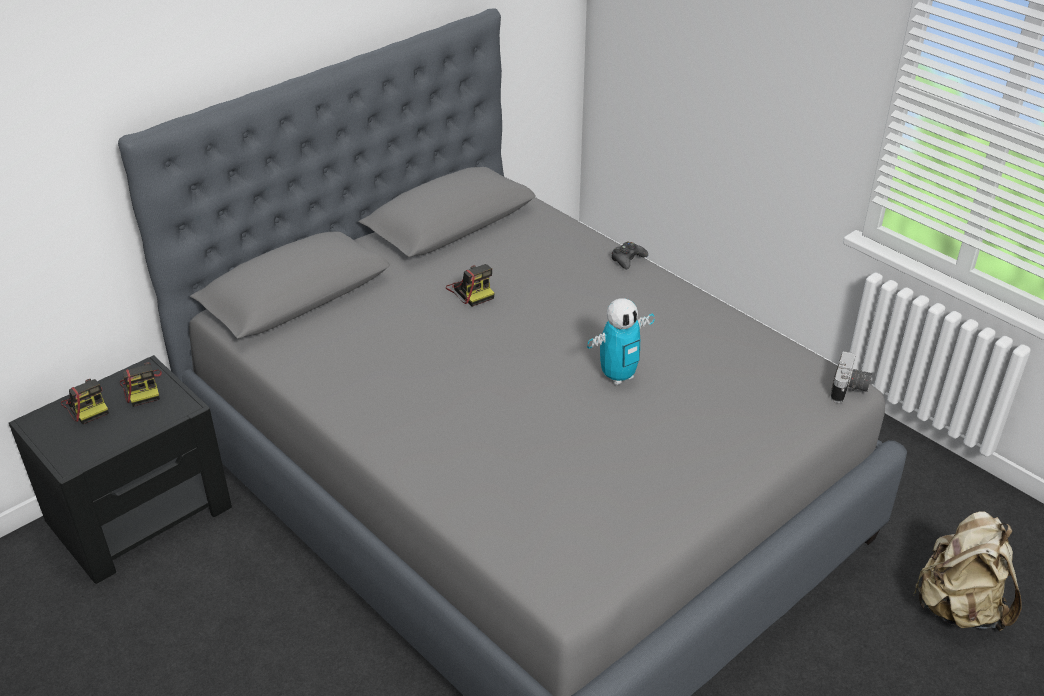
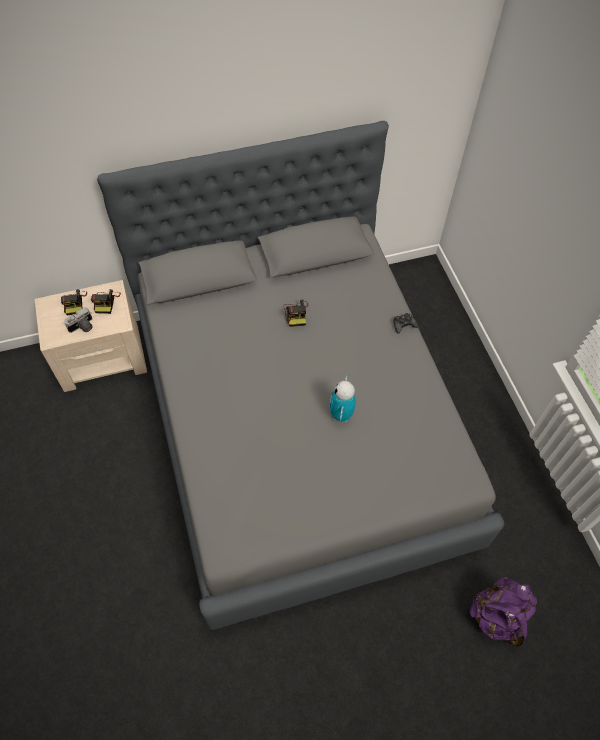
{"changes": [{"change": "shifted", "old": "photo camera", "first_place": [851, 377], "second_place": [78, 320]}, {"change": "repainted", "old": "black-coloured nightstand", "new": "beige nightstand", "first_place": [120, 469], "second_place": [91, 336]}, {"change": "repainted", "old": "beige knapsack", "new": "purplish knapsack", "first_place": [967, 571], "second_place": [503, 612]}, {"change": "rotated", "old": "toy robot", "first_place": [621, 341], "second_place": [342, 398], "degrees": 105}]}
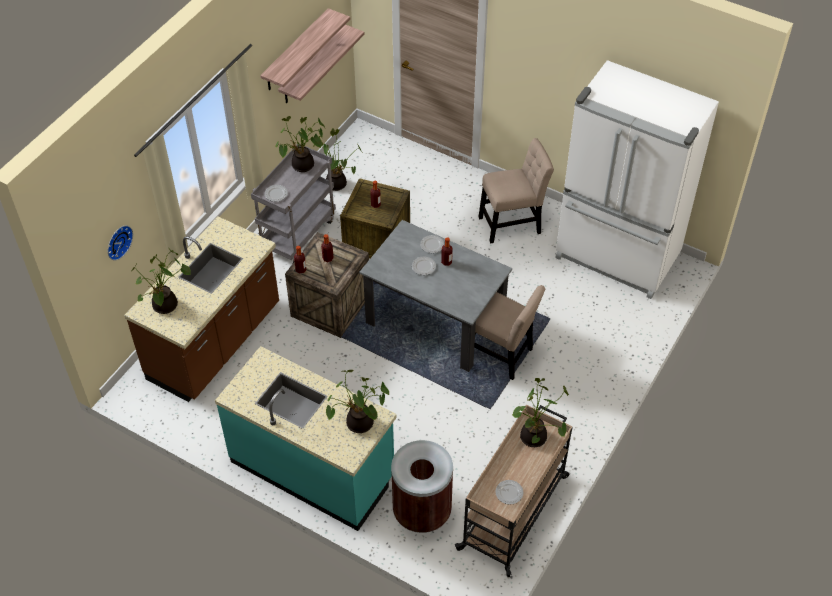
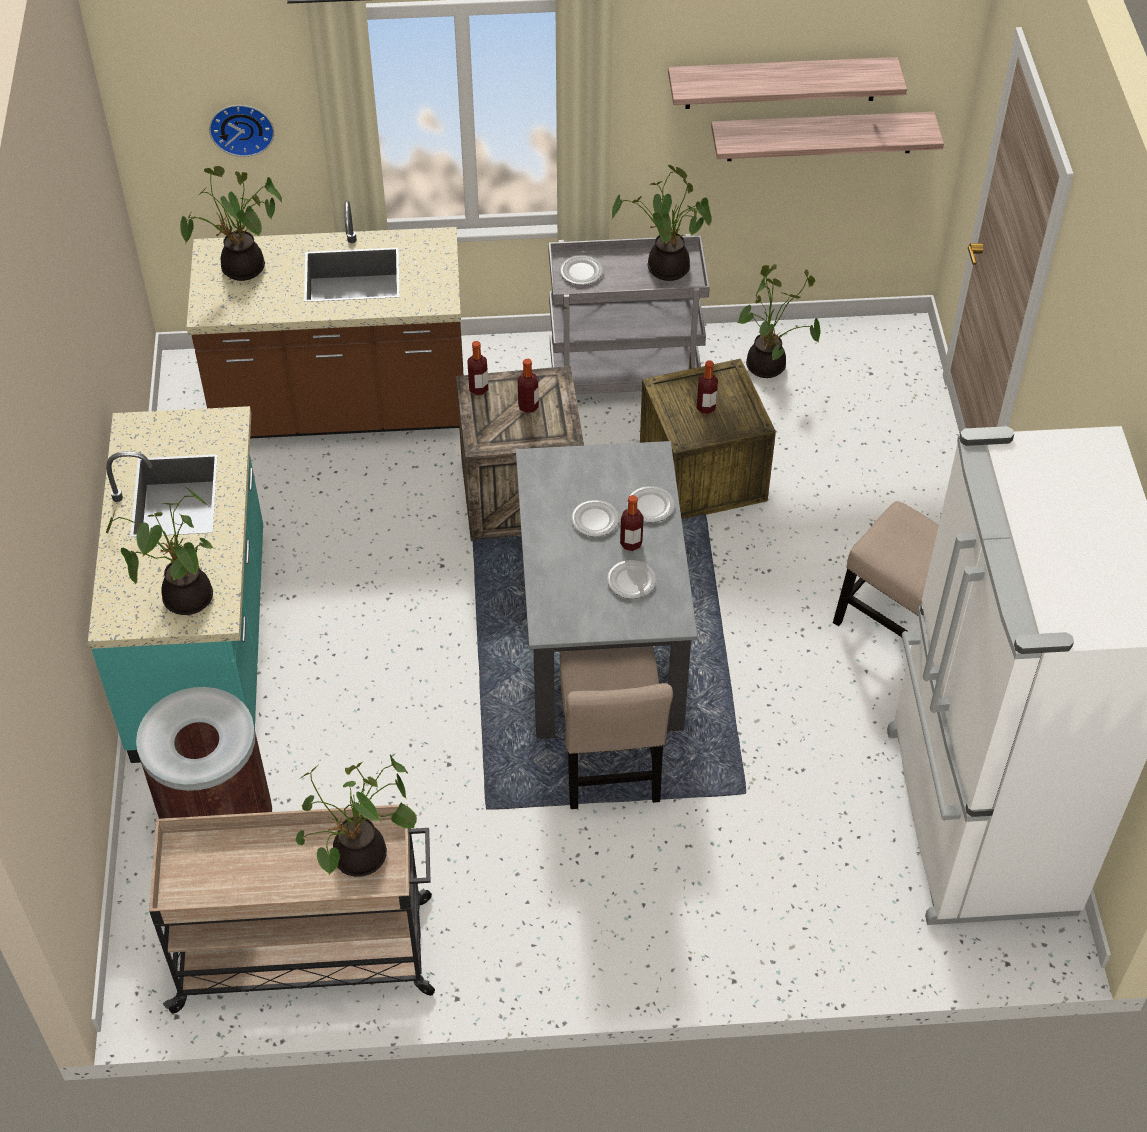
{"changes": [{"change": "shifted", "old": "flat dish", "first_place": [509, 492], "second_place": [631, 579]}]}
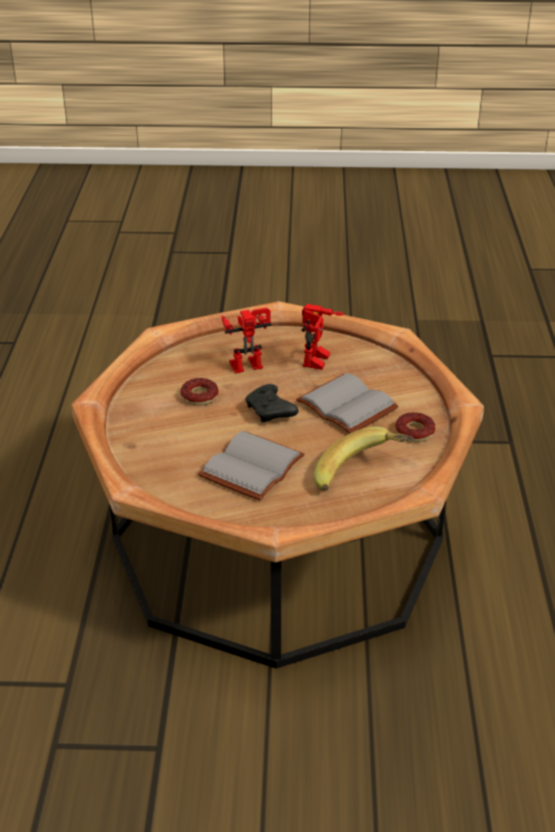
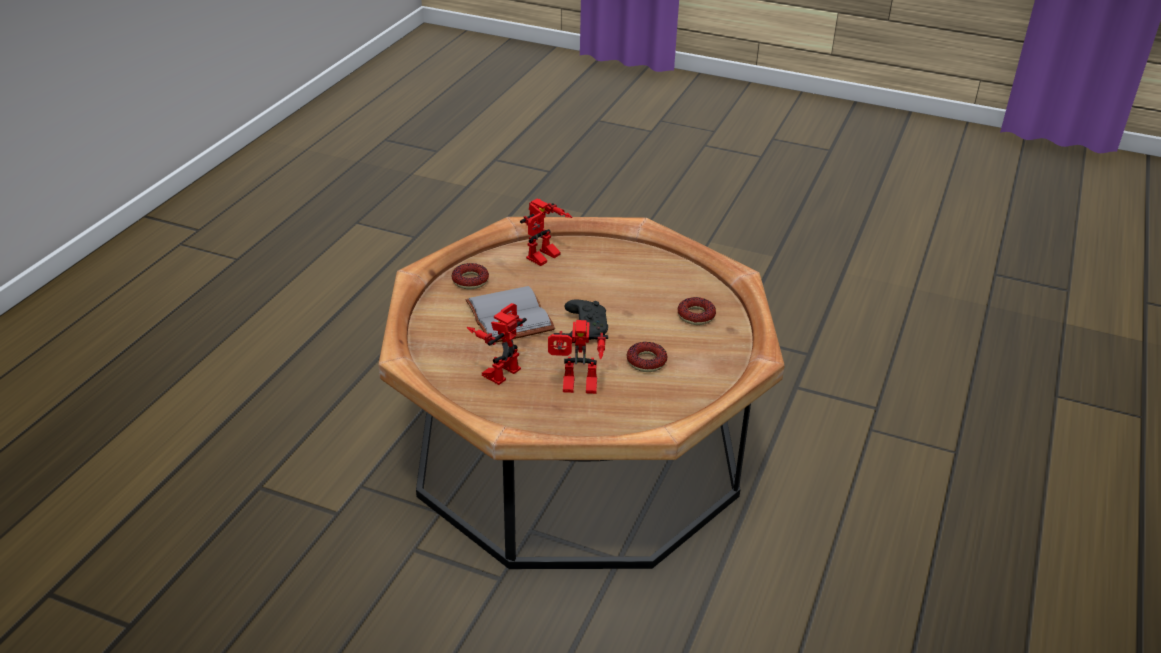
{"changes": [{"change": "gone", "old": "greyish volume", "first_place": [251, 466]}, {"change": "new", "new": "ring doughnut", "second_place": [697, 311]}, {"change": "swapped", "old": "banana fruit", "new": "toy robot", "first_place": [364, 459], "second_place": [546, 232]}]}
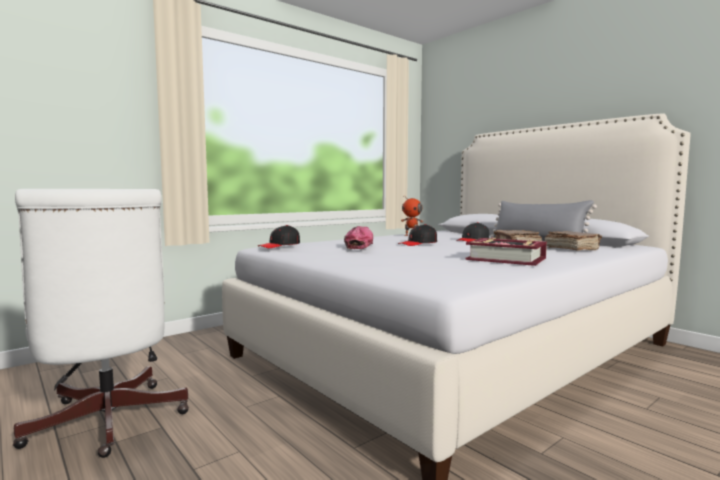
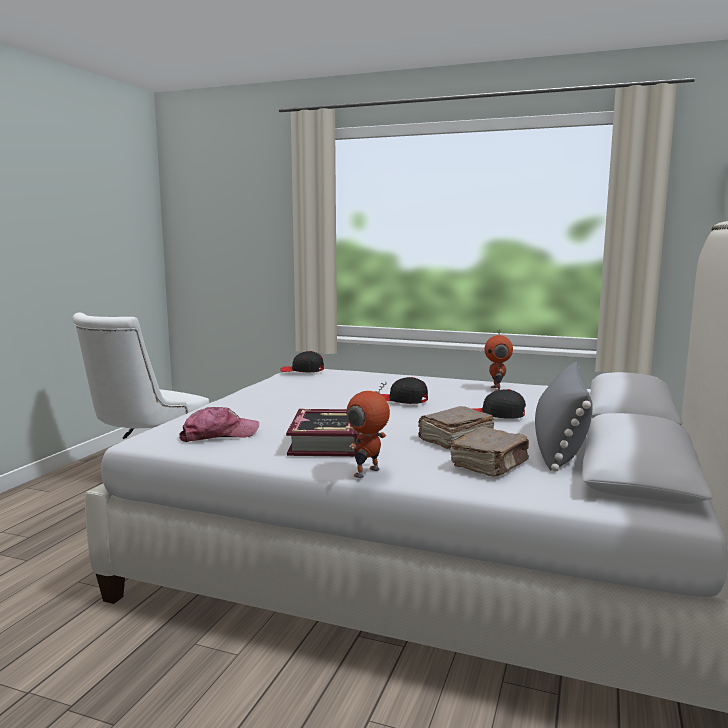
{"changes": [{"change": "new", "new": "toy robot", "second_place": [368, 430]}, {"change": "shifted", "old": "baseball cap", "first_place": [358, 237], "second_place": [219, 424]}]}
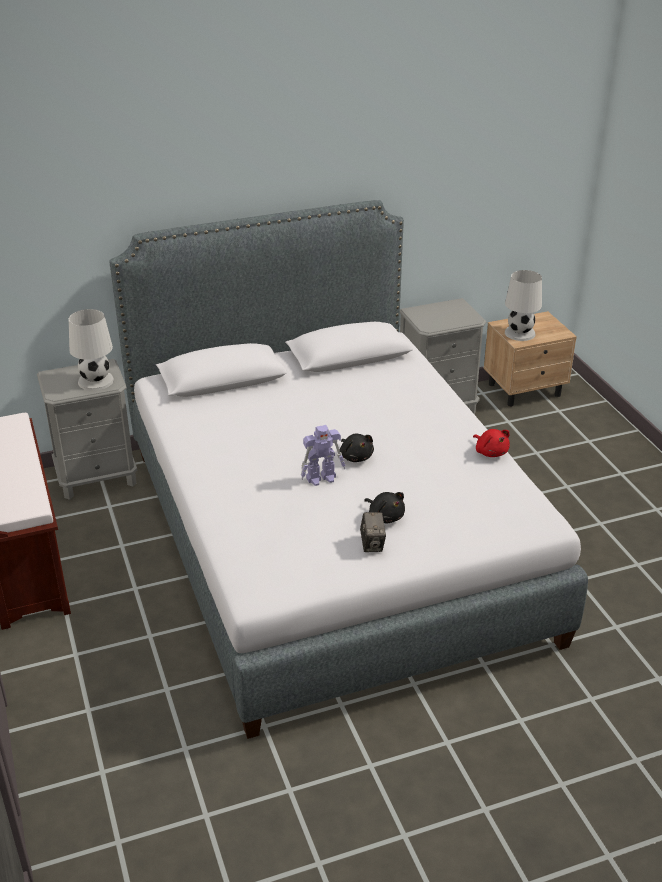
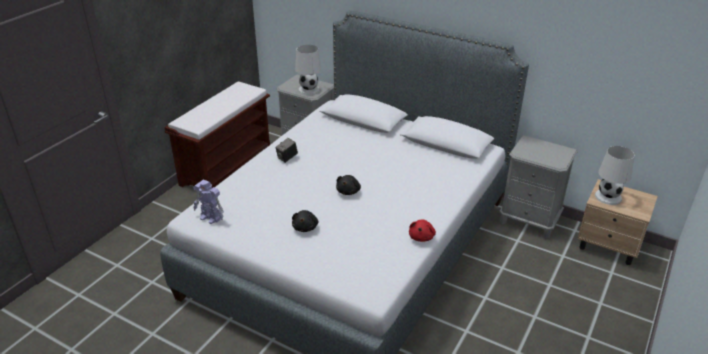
{"changes": [{"change": "shifted", "old": "toy robot", "first_place": [323, 455], "second_place": [208, 201]}, {"change": "shifted", "old": "photo camera", "first_place": [373, 532], "second_place": [287, 150]}]}
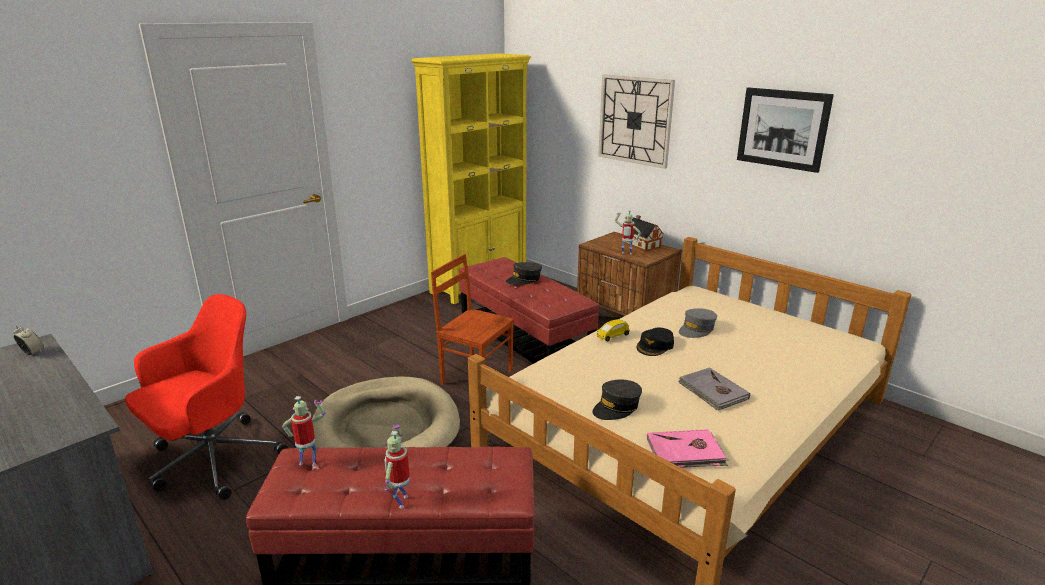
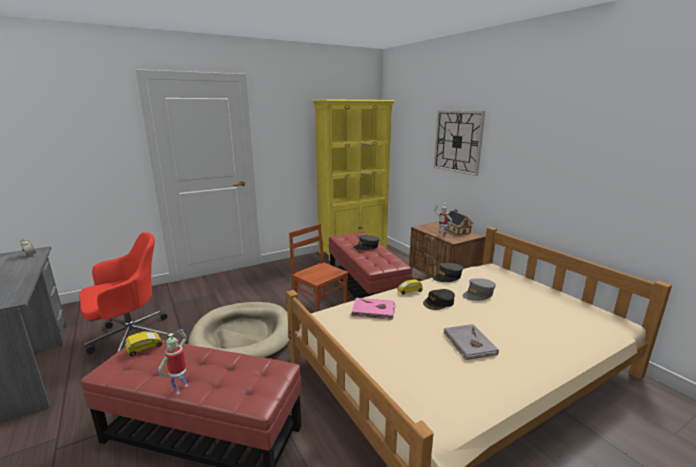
{"changes": [{"change": "gone", "old": "wall art", "first_place": [785, 130]}, {"change": "shifted", "old": "greyish baseball cap", "first_place": [617, 399], "second_place": [448, 272]}, {"change": "shifted", "old": "pinkish volume", "first_place": [687, 448], "second_place": [373, 309]}, {"change": "swapped", "old": "toy robot", "new": "yellow-coloured toy car", "first_place": [303, 431], "second_place": [144, 343]}]}
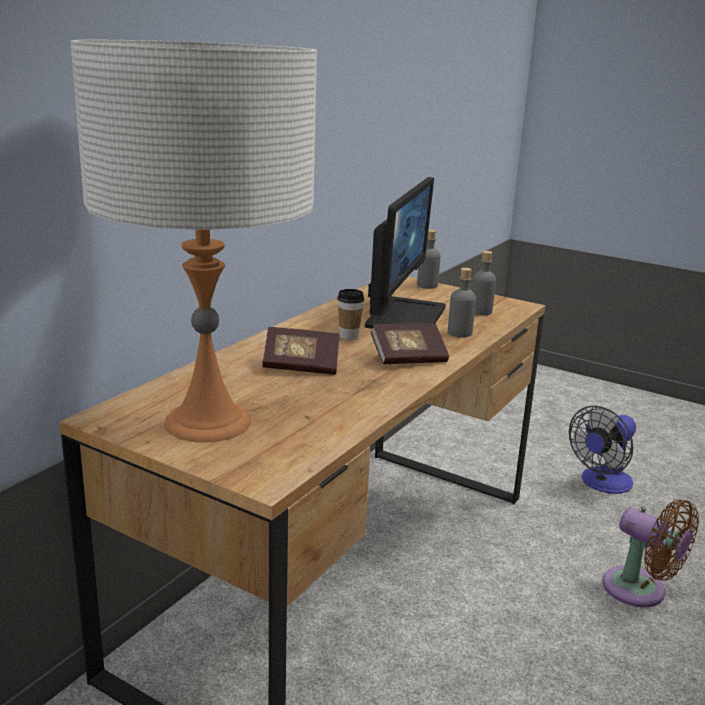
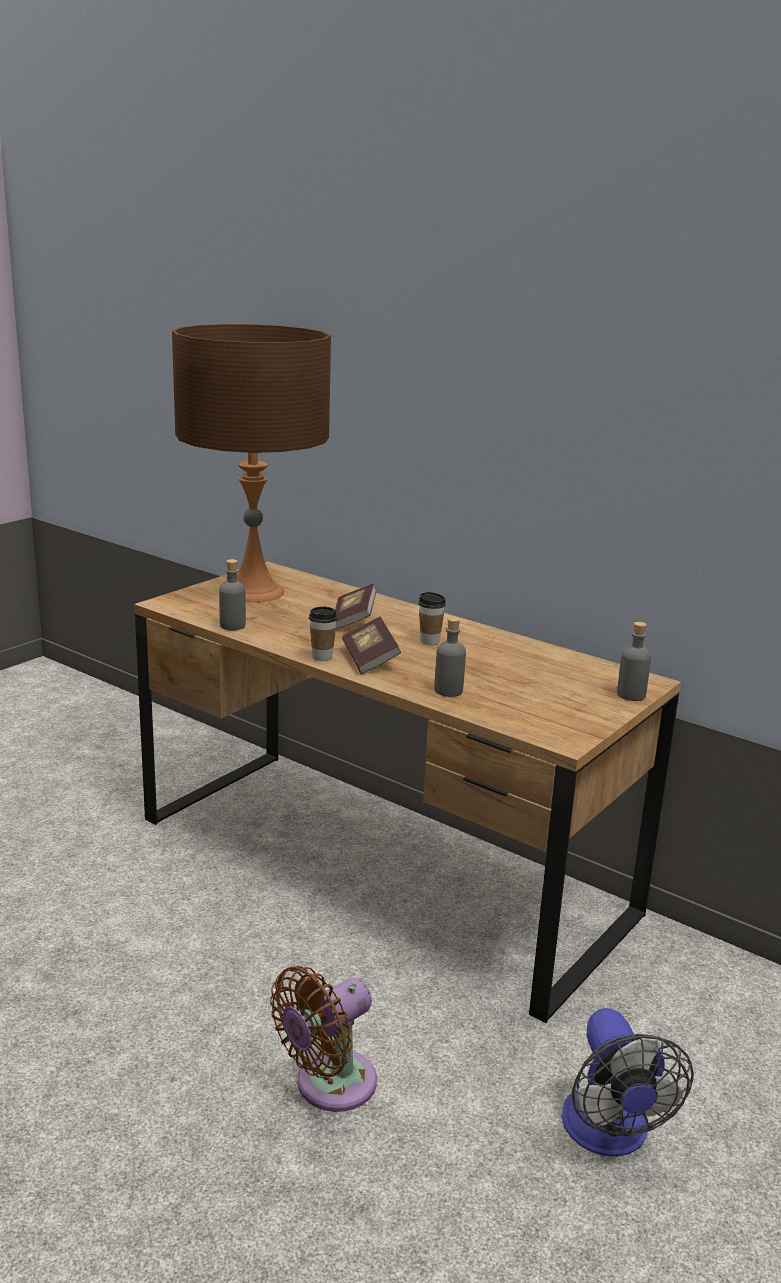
{"changes": [{"change": "gone", "old": "computer display", "first_place": [405, 253]}, {"change": "new", "new": "cup", "second_place": [323, 634]}, {"change": "shifted", "old": "greyish beverage bottle", "first_place": [483, 283], "second_place": [232, 594]}, {"change": "repainted", "old": "whitish tabletop lamp", "new": "brownish tabletop lamp", "first_place": [193, 241], "second_place": [251, 463]}, {"change": "rotated", "old": "fan", "first_place": [602, 450], "second_place": [628, 1082], "degrees": -150}]}
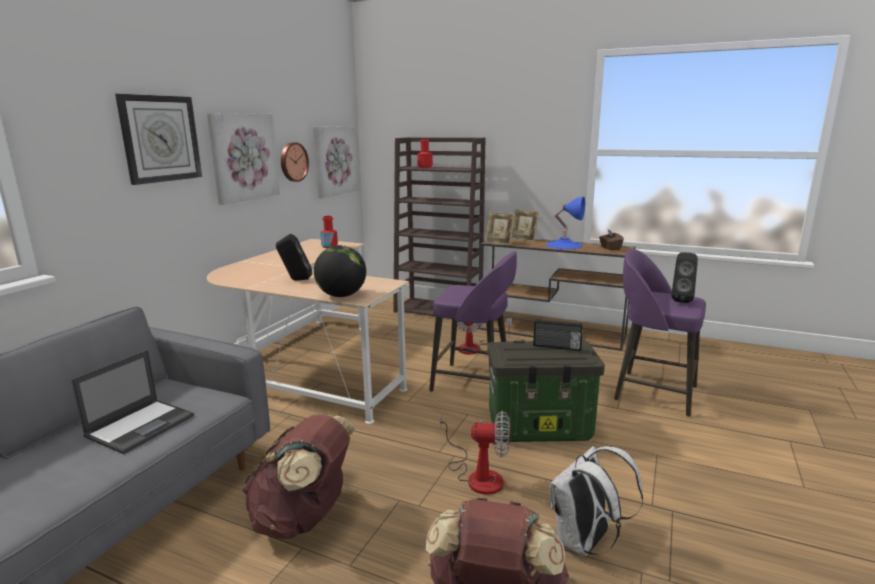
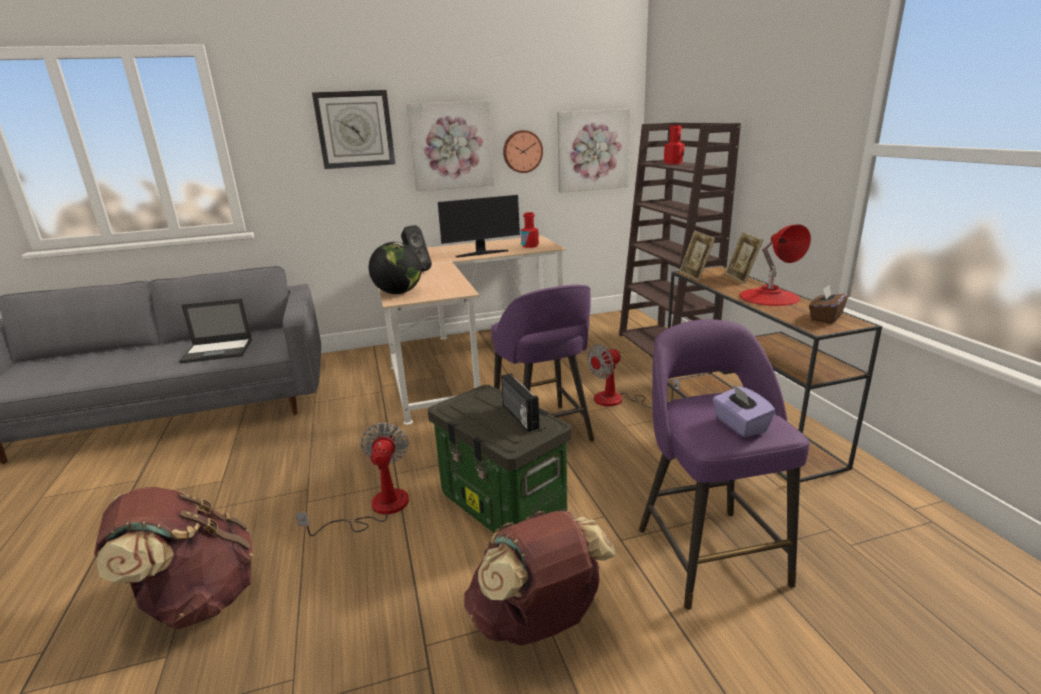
{"changes": [{"change": "gone", "old": "whitish knapsack", "first_place": [596, 501]}, {"change": "new", "new": "computer display", "second_place": [479, 226]}, {"change": "shifted", "old": "brownish knapsack", "first_place": [299, 476], "second_place": [540, 578]}, {"change": "swapped", "old": "black-coloured loudspeaker", "new": "purplish tissue box", "first_place": [684, 278], "second_place": [744, 410]}, {"change": "repainted", "old": "bluish tabletop lamp", "new": "reddish tabletop lamp", "first_place": [565, 223], "second_place": [775, 265]}, {"change": "rotated", "old": "fan", "first_place": [475, 452], "second_place": [352, 479], "degrees": -150}]}
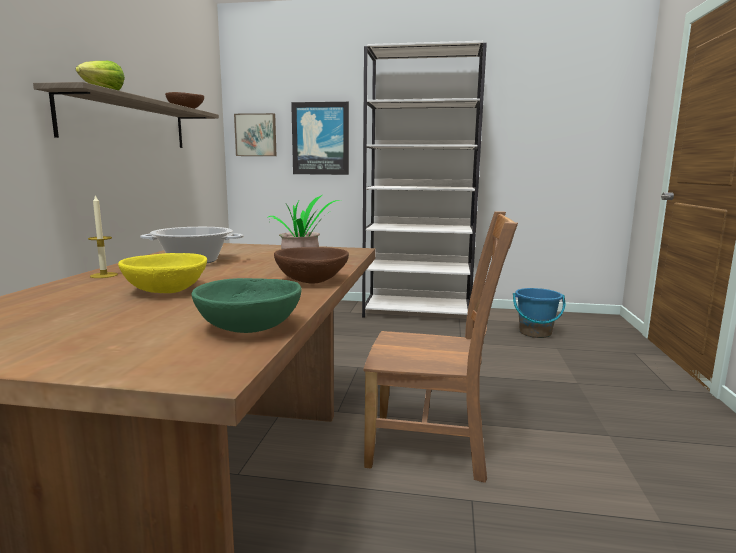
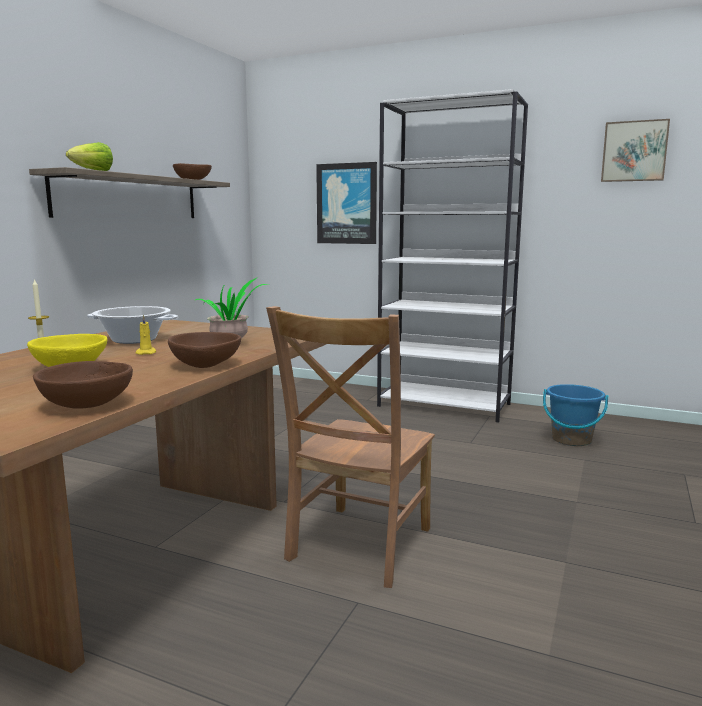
{"changes": [{"change": "new", "new": "yellow-coloured wax light", "second_place": [145, 334]}, {"change": "shifted", "old": "wall art", "first_place": [255, 134], "second_place": [635, 150]}, {"change": "repainted", "old": "green-coloured serving bowl", "new": "brownish serving bowl", "first_place": [246, 305], "second_place": [83, 385]}, {"change": "rotated", "old": "brownish chair", "first_place": [441, 347], "second_place": [350, 447], "degrees": 90}]}
